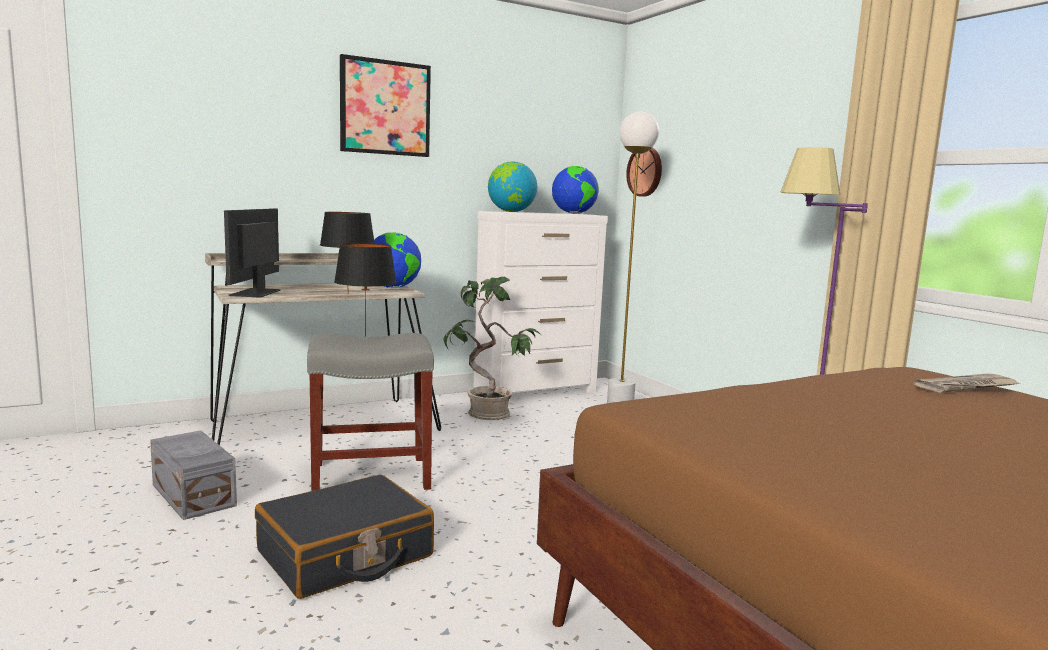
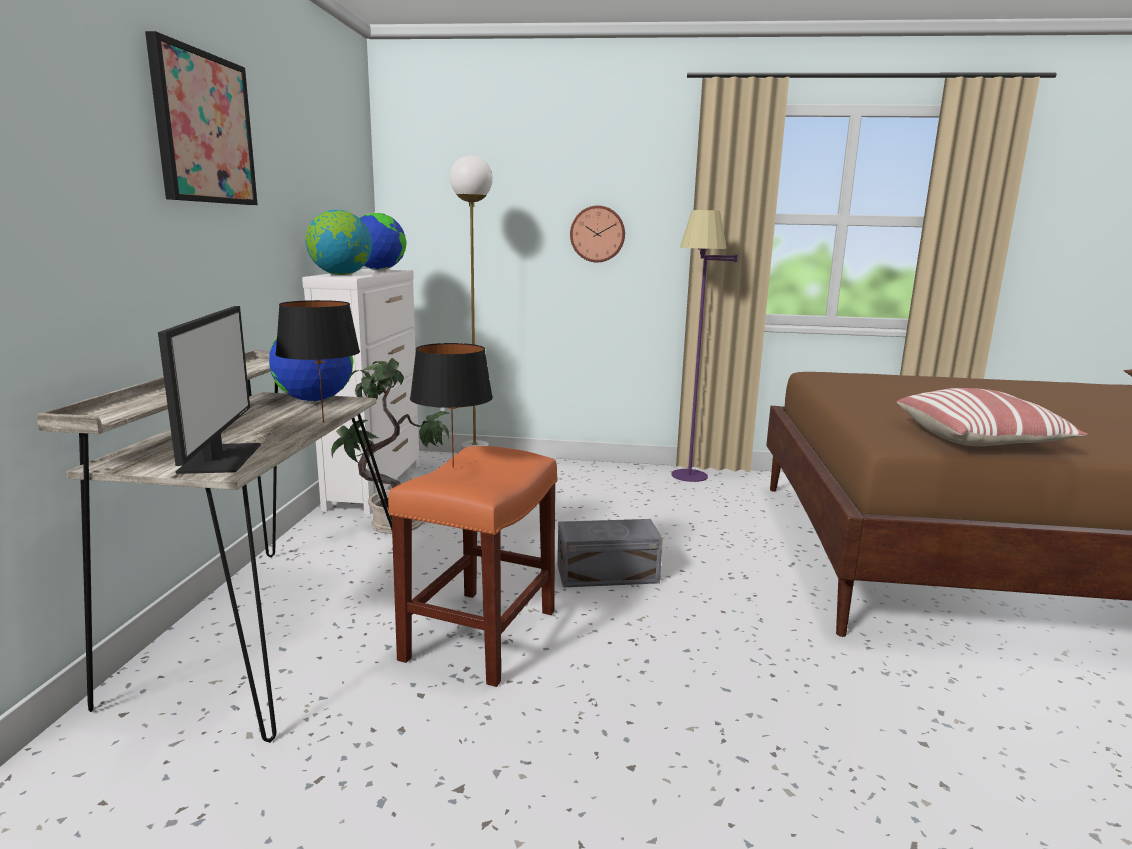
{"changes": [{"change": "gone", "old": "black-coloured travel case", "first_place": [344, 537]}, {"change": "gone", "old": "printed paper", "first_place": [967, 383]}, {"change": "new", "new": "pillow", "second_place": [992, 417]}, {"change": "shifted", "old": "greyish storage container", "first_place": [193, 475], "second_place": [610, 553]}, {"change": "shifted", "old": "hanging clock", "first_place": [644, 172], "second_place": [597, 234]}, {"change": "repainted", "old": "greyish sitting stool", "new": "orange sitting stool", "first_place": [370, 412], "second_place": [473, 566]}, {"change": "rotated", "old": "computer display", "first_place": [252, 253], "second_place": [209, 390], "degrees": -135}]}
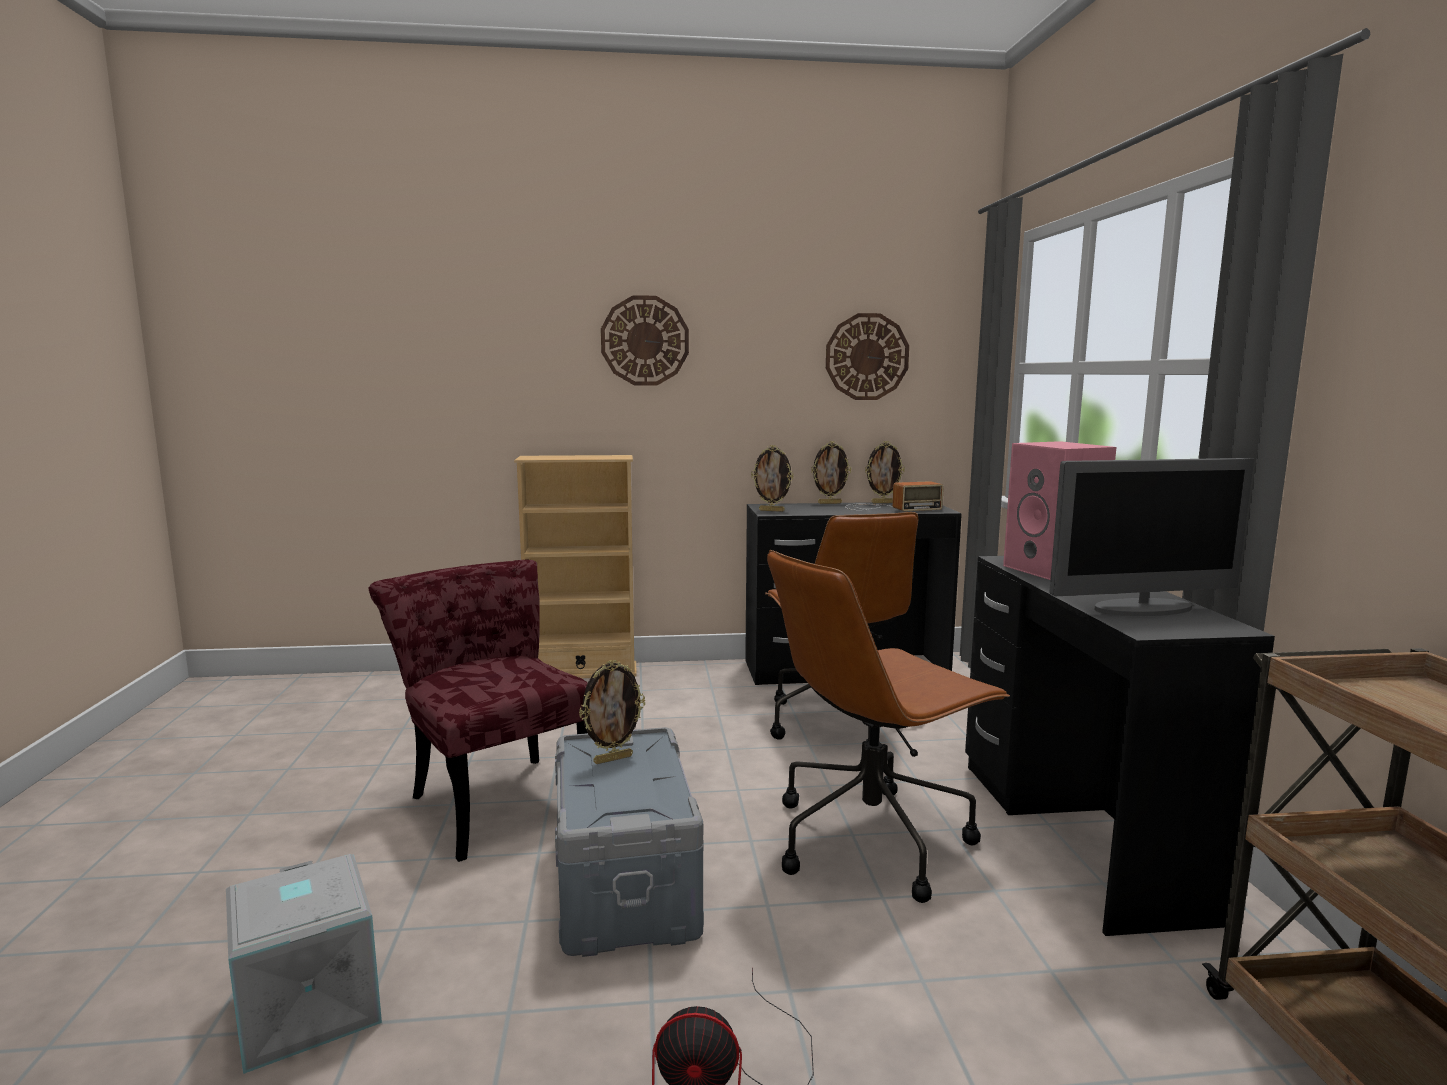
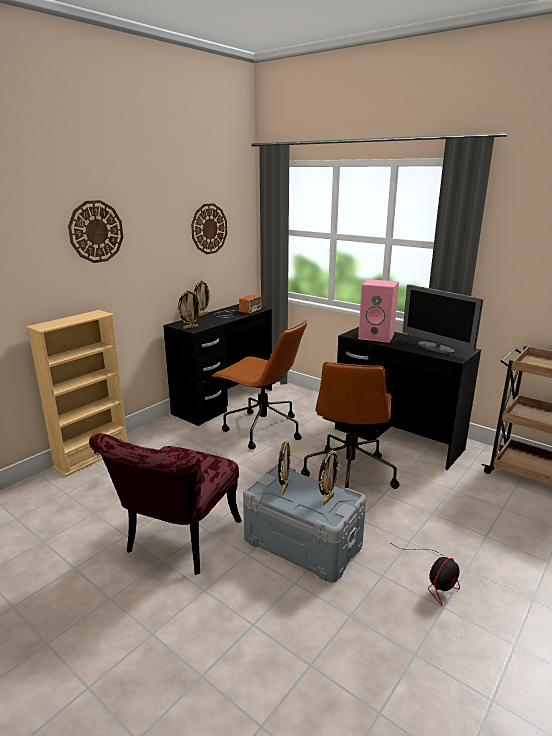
{"changes": [{"change": "gone", "old": "greyish storage container", "first_place": [304, 964]}, {"change": "shifted", "old": "standing frame", "first_place": [885, 472], "second_place": [329, 478]}, {"change": "rotated", "old": "reddish chair", "first_place": [478, 711], "second_place": [165, 504], "degrees": -75}, {"change": "rotated", "old": "computer display", "first_place": [1151, 537], "second_place": [442, 319], "degrees": 105}]}
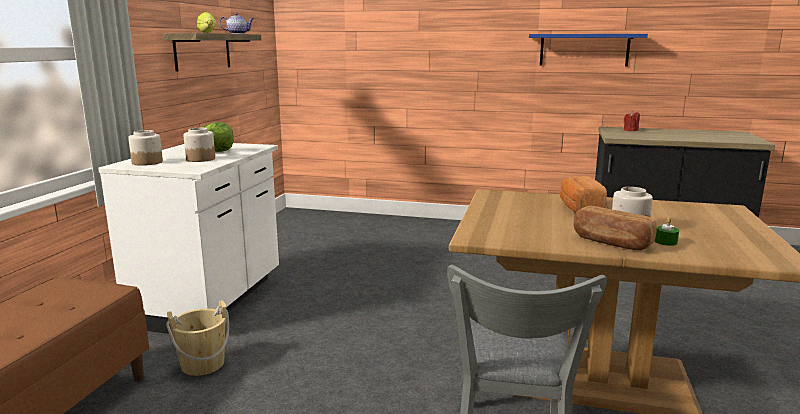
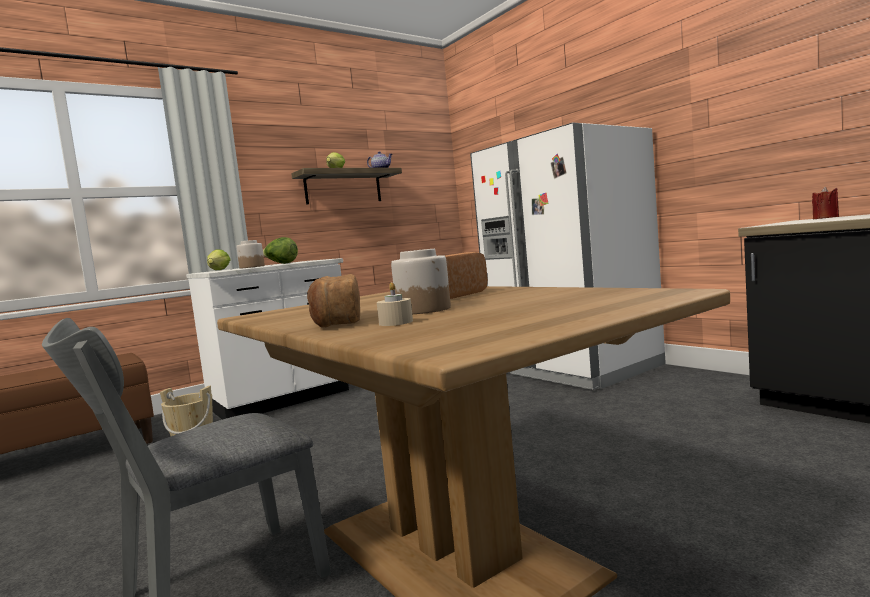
{"changes": [{"change": "gone", "old": "bluish shelf", "first_place": [588, 50]}, {"change": "new", "new": "whitish kitchen fridge", "second_place": [568, 256]}, {"change": "swapped", "old": "jar", "new": "lettuce", "first_place": [145, 148], "second_place": [219, 259]}, {"change": "repainted", "old": "green-coloured wax light", "new": "beige wax light", "first_place": [667, 232], "second_place": [395, 304]}]}
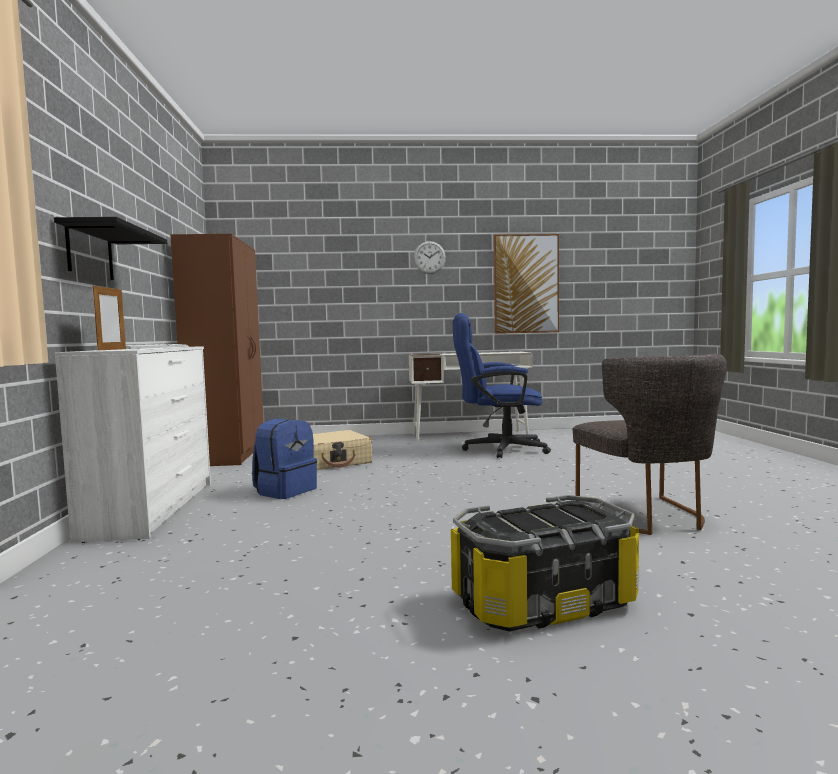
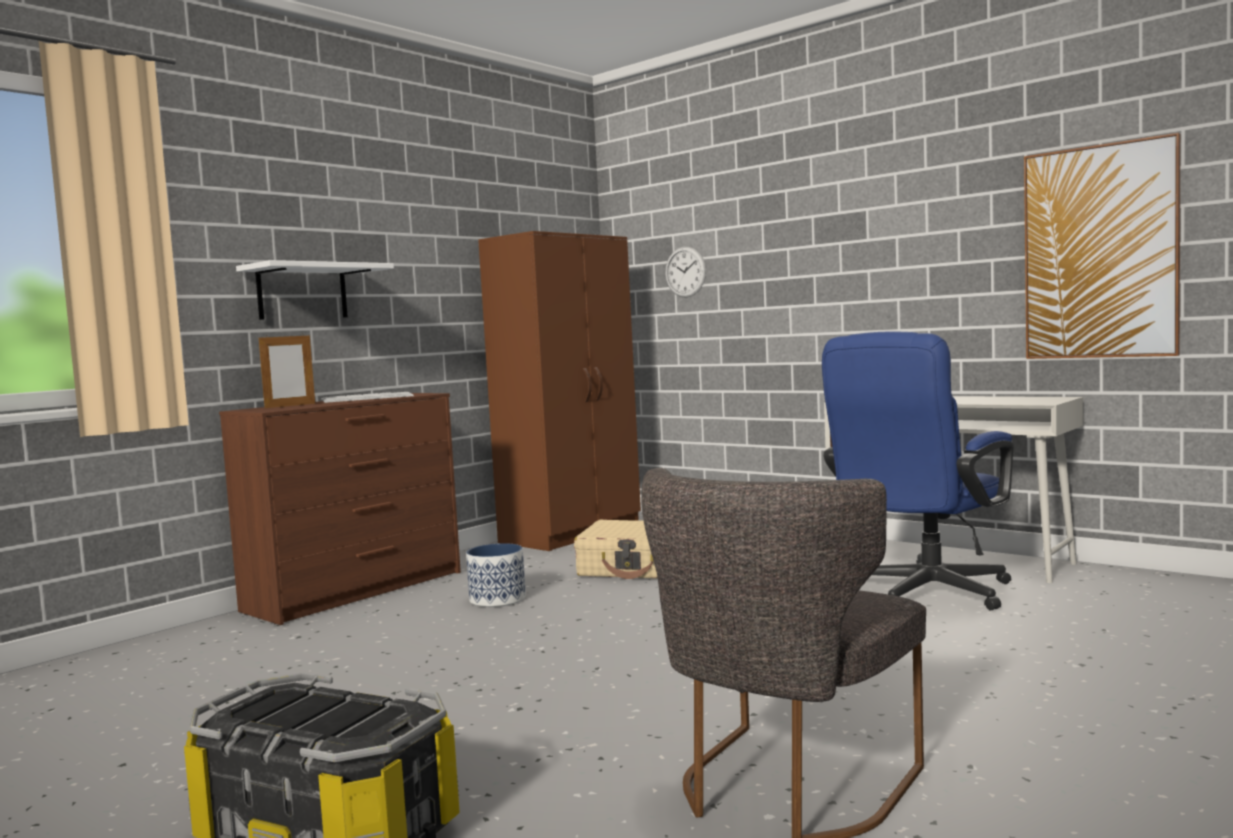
{"changes": [{"change": "shifted", "old": "hanging clock", "first_place": [430, 257], "second_place": [685, 272]}, {"change": "swapped", "old": "bluish knapsack", "new": "planter", "first_place": [284, 459], "second_place": [496, 575]}, {"change": "repainted", "old": "black-coloured shelf", "new": "whitish shelf", "first_place": [110, 248], "second_place": [315, 290]}, {"change": "repainted", "old": "whitish chest of drawers", "new": "brownish chest of drawers", "first_place": [132, 444], "second_place": [340, 509]}, {"change": "rotated", "old": "bluish computer chair", "first_place": [502, 385], "second_place": [918, 470], "degrees": -90}]}
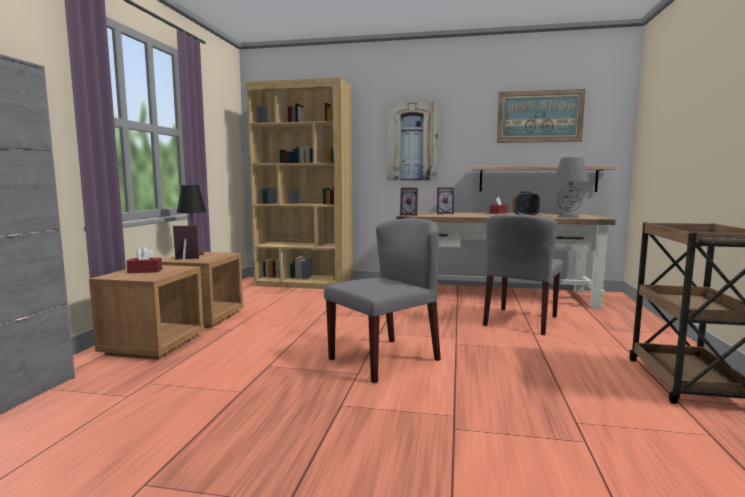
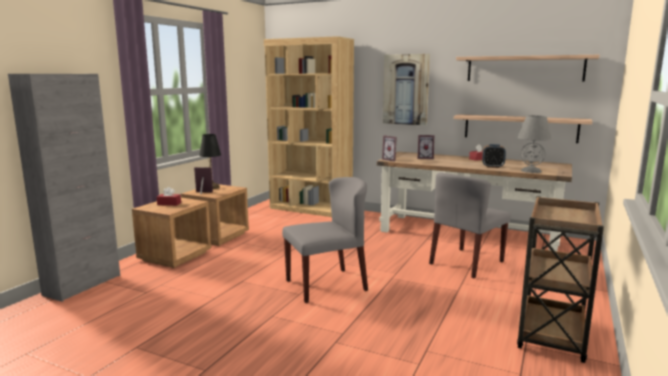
{"changes": [{"change": "swapped", "old": "wall art", "new": "shelf", "first_place": [541, 116], "second_place": [527, 68]}]}
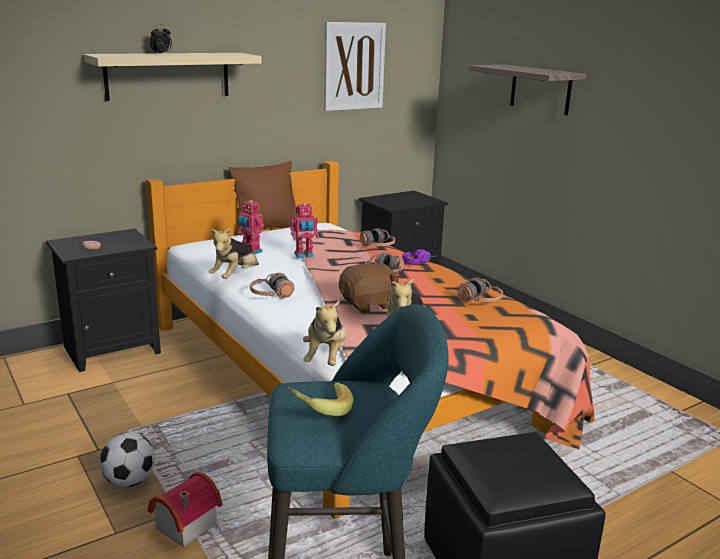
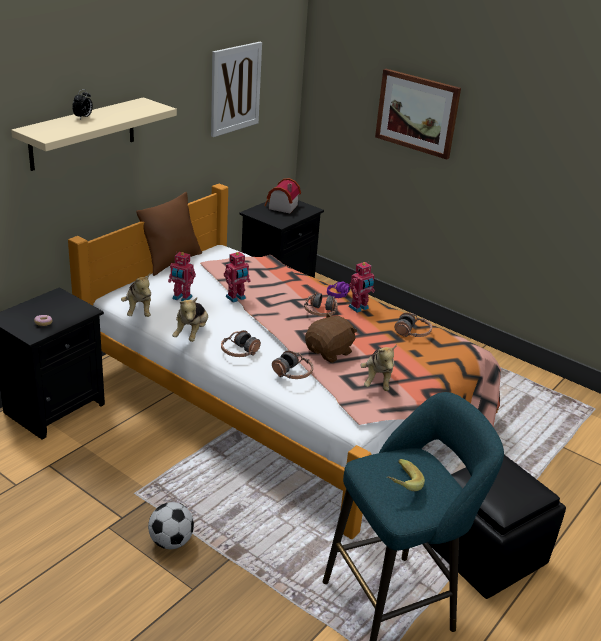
{"changes": [{"change": "new", "new": "toy robot", "second_place": [362, 287]}, {"change": "shifted", "old": "model house", "first_place": [185, 509], "second_place": [282, 196]}, {"change": "shifted", "old": "cuddly toy", "first_place": [324, 333], "second_place": [136, 295]}, {"change": "shifted", "old": "headset", "first_place": [377, 237], "second_place": [292, 365]}, {"change": "swapped", "old": "shelf", "new": "wall art", "first_place": [527, 89], "second_place": [418, 114]}]}
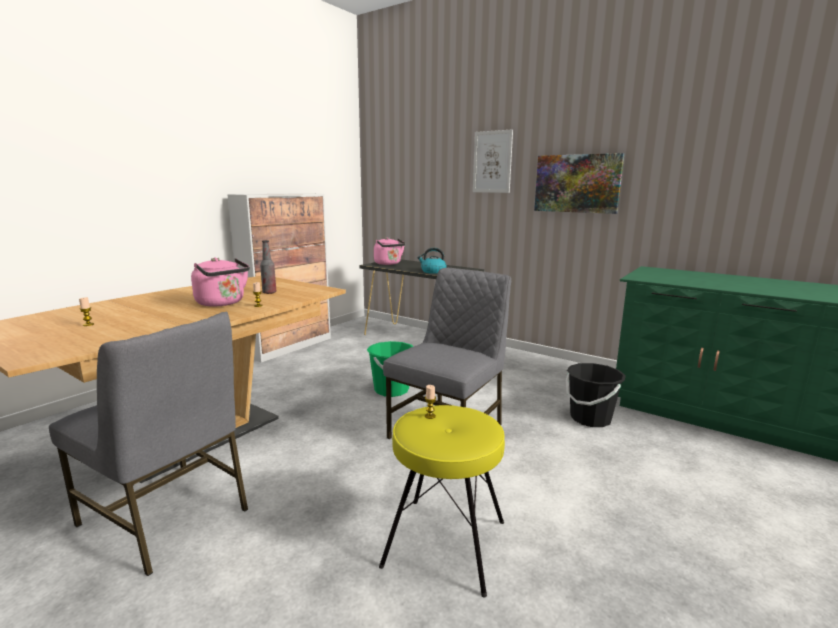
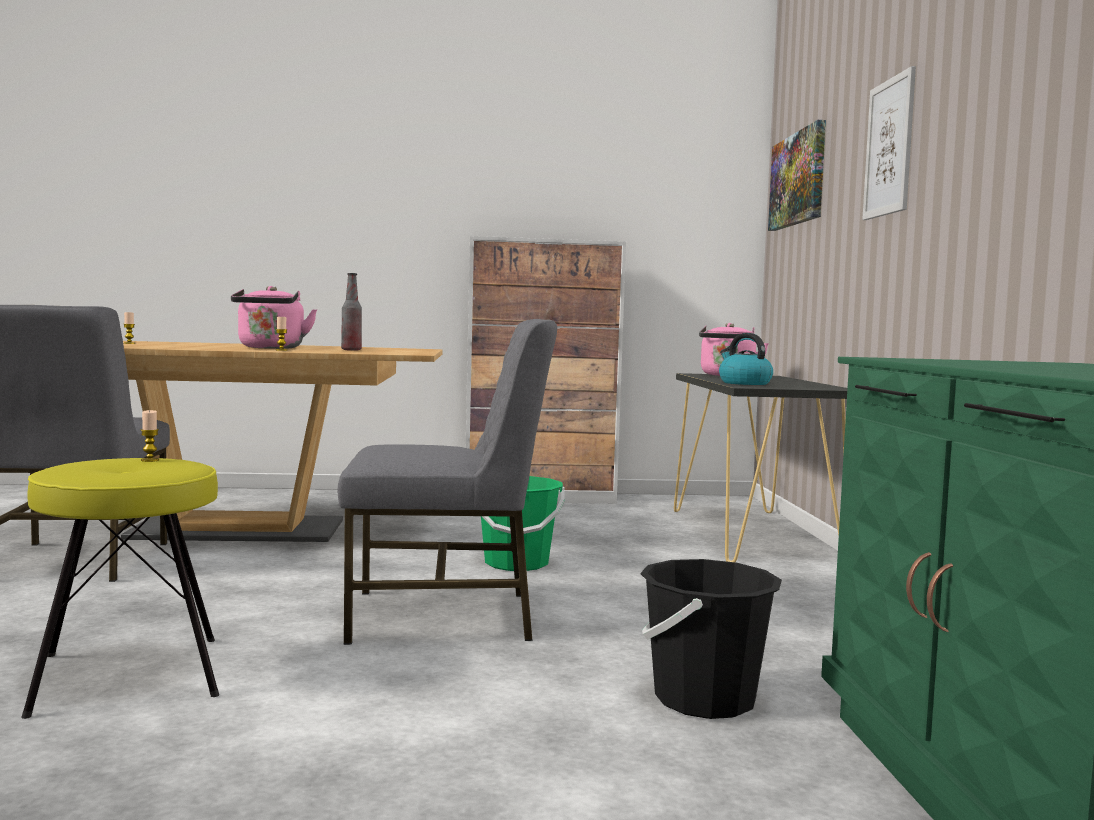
{"changes": [{"change": "shifted", "old": "wall art", "first_place": [579, 183], "second_place": [797, 175]}]}
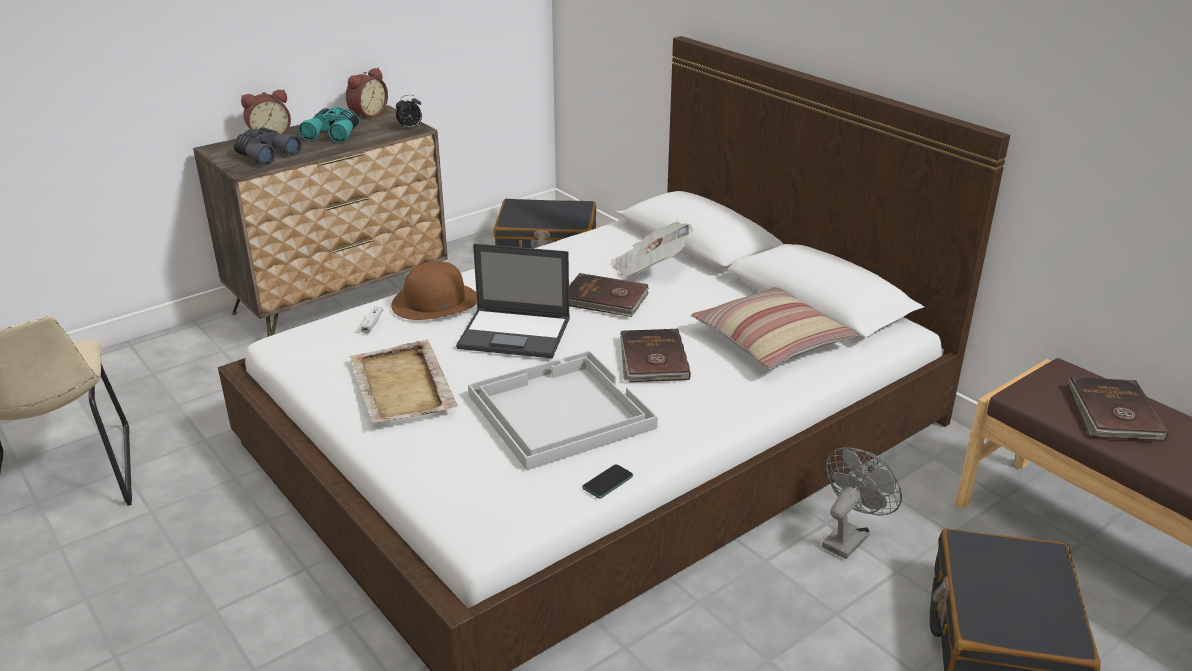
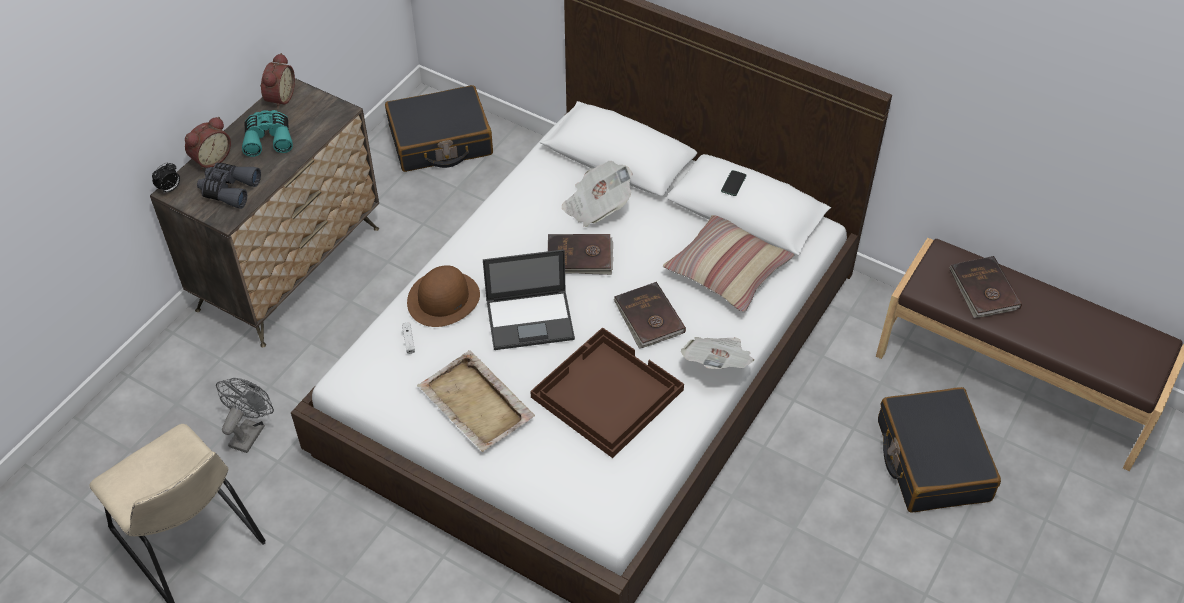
{"changes": [{"change": "new", "new": "printed paper", "second_place": [718, 353]}, {"change": "shifted", "old": "alarm clock", "first_place": [409, 112], "second_place": [166, 178]}, {"change": "shifted", "old": "handset", "first_place": [607, 481], "second_place": [733, 183]}, {"change": "shifted", "old": "greyish fan", "first_place": [862, 503], "second_place": [245, 415]}, {"change": "repainted", "old": "whitish carrying tray", "new": "brownish carrying tray", "first_place": [563, 410], "second_place": [607, 392]}]}
